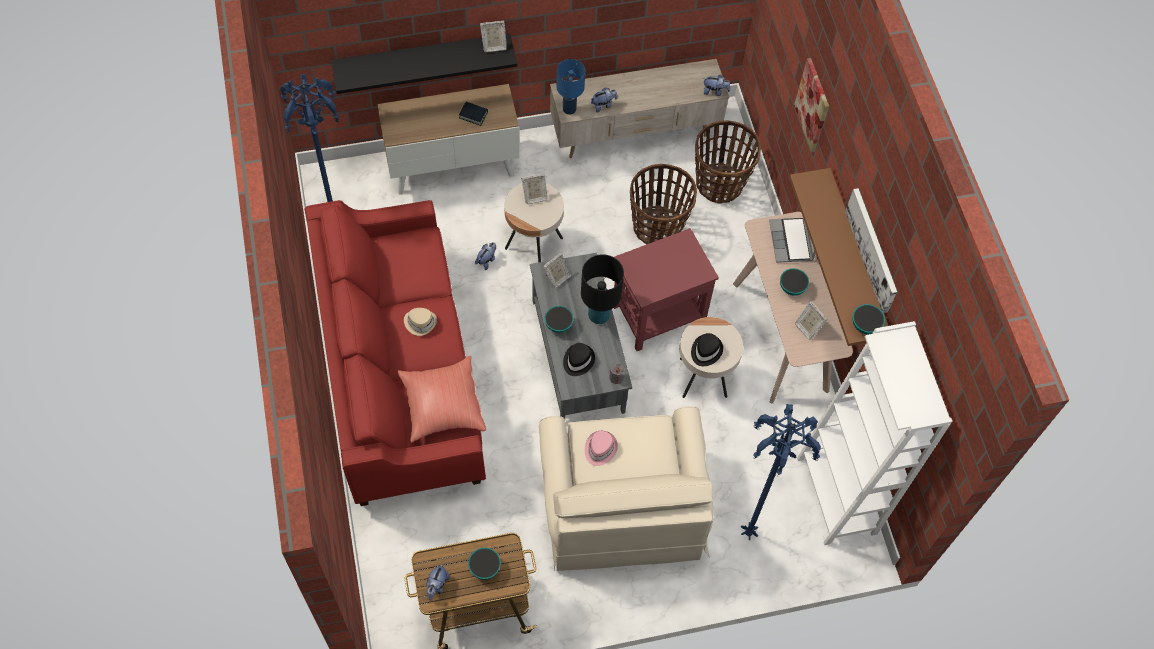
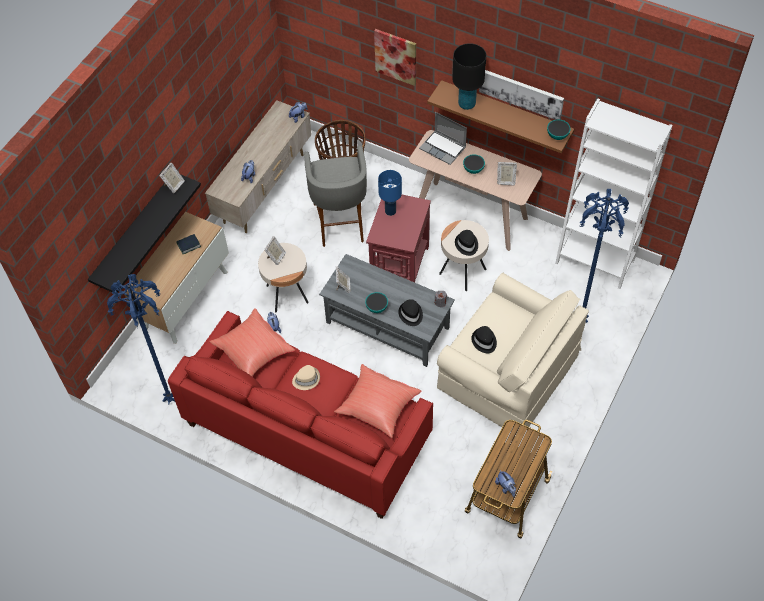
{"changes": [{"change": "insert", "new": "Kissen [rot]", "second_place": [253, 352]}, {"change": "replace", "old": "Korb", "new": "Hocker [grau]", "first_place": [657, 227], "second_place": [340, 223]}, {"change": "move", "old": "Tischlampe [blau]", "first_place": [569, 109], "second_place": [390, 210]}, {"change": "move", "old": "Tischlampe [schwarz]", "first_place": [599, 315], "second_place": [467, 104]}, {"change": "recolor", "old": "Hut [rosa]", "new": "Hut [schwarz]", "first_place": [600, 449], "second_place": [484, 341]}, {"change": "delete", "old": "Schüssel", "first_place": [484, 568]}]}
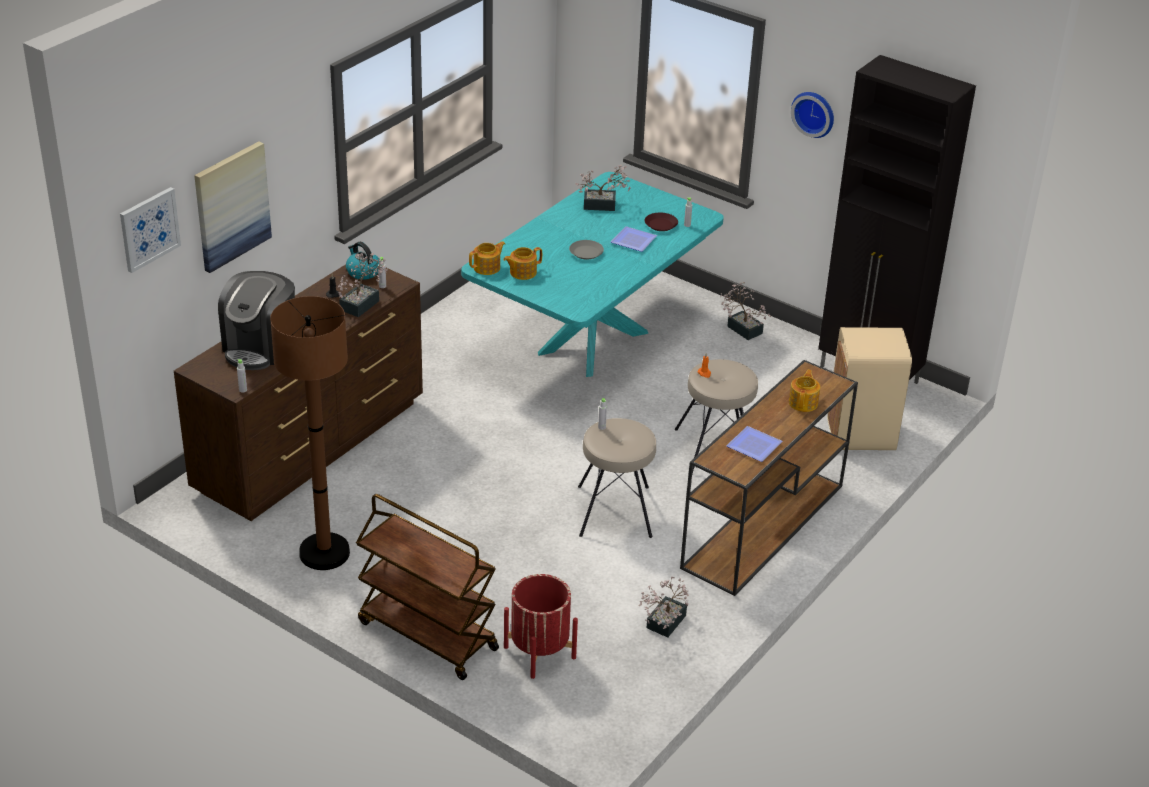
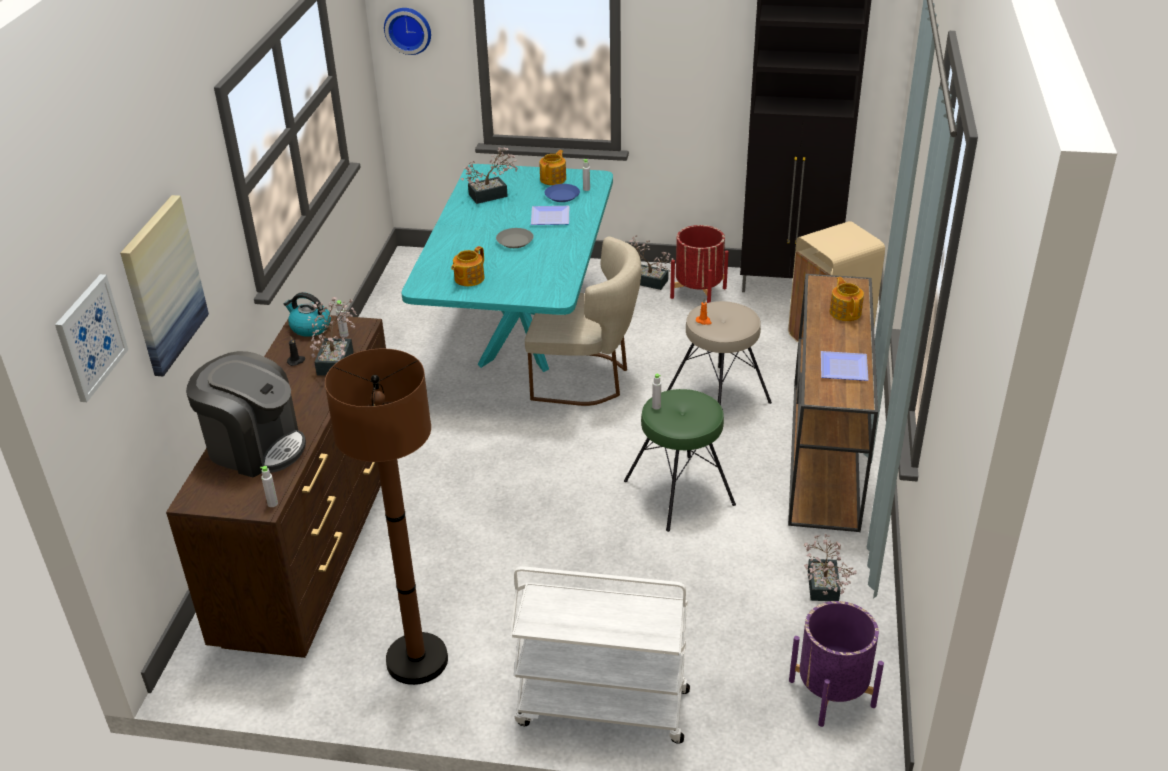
{"changes": [{"change": "rotate", "old": "Kaffeemaschine", "first_place": [260, 347], "second_place": [255, 447], "degrees": -60}, {"change": "move", "old": "Wanduhr", "first_place": [814, 113], "second_place": [408, 29]}, {"change": "recolor", "old": "Rollwagen [braun]", "new": "Rollwagen [weiß]", "first_place": [426, 635], "second_place": [601, 708]}, {"change": "insert", "new": "Stuhl [beige]", "second_place": [586, 379]}, {"change": "move", "old": "Teekanne", "first_place": [487, 268], "second_place": [553, 179]}, {"change": "recolor", "old": "Teller [braun]", "new": "Teller [blau]", "first_place": [660, 224], "second_place": [562, 196]}, {"change": "recolor", "old": "Hocker [beige]", "new": "Hocker [grün]", "first_place": [615, 511], "second_place": [680, 492]}, {"change": "move", "old": "Pflanzkübel [rot]", "first_place": [539, 652], "second_place": [698, 293]}, {"change": "insert", "new": "Pflanzkübel [lila]", "second_place": [831, 693]}]}
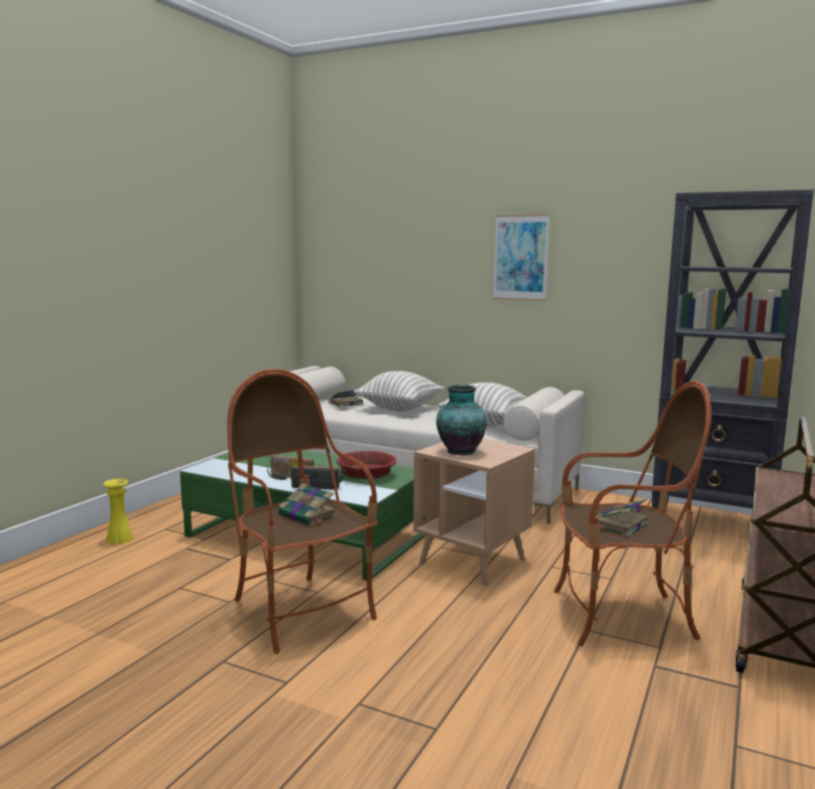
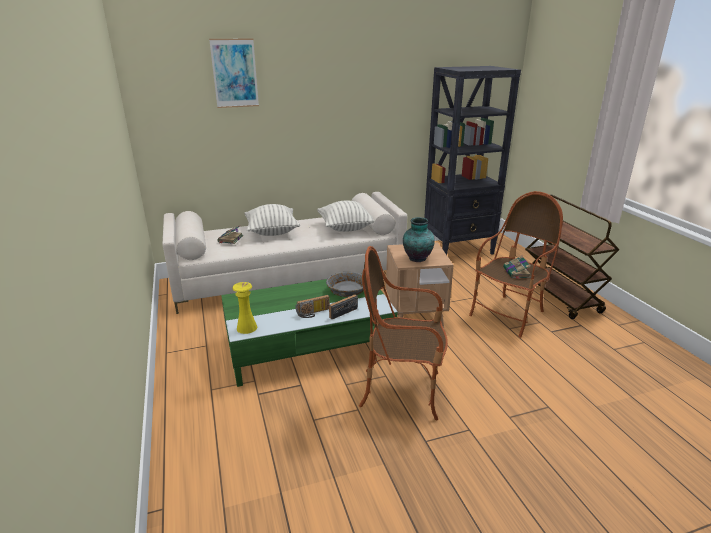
{"changes": [{"change": "move", "old": "Bild", "first_place": [520, 257], "second_place": [234, 73]}, {"change": "move", "old": "Vase [gelb]", "first_place": [119, 538], "second_place": [247, 328]}, {"change": "recolor", "old": "Schüssel [rot]", "new": "Schüssel [grau]", "first_place": [365, 475], "second_place": [347, 291]}, {"change": "delete", "old": "Buch", "first_place": [308, 516]}]}
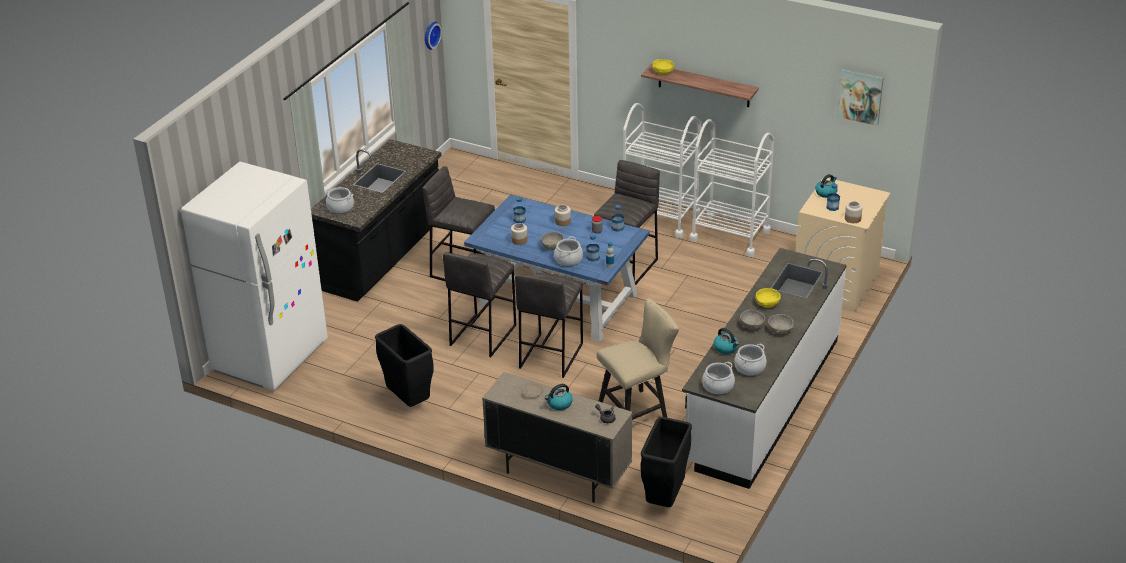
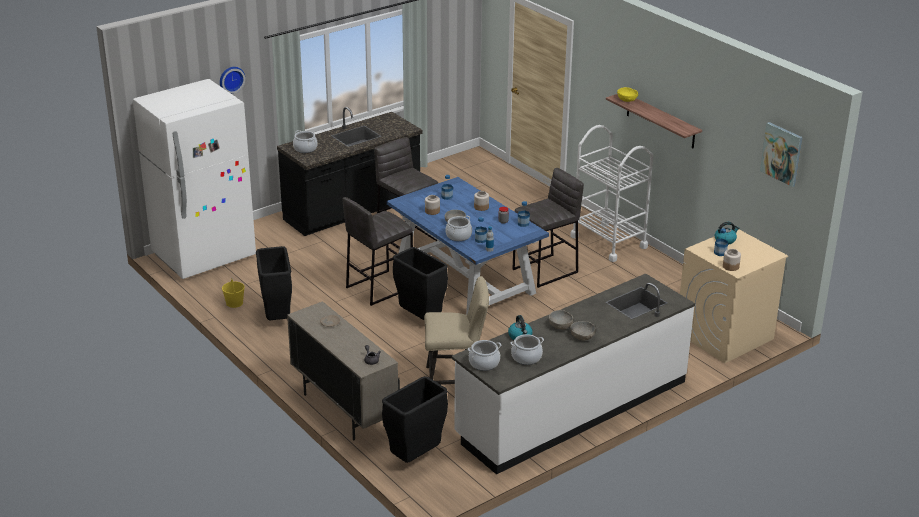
{"changes": [{"change": "move", "old": "Wanduhr", "first_place": [430, 35], "second_place": [231, 79]}, {"change": "insert", "new": "Eimer [gelb]", "second_place": [234, 303]}, {"change": "replace", "old": "Hocker [grau]", "new": "Mülleimer [schwarz]", "first_place": [550, 356], "second_place": [420, 319]}, {"change": "delete", "old": "Wasserkessel", "first_place": [559, 404]}, {"change": "delete", "old": "Rollwagen [weiß]", "first_place": [730, 236]}, {"change": "delete", "old": "Schüssel [gelb]", "first_place": [767, 304]}]}
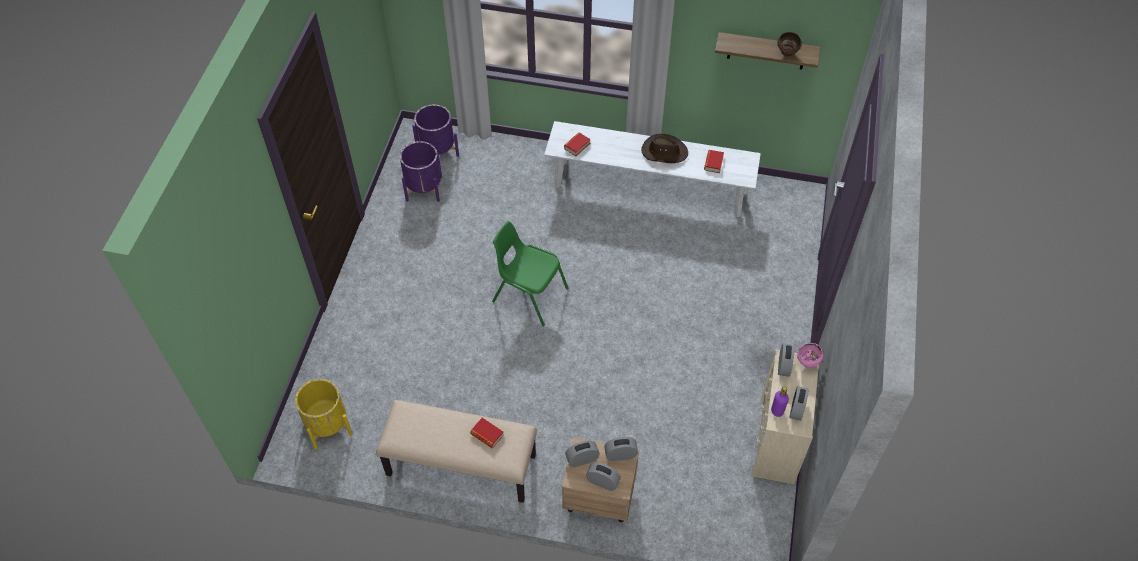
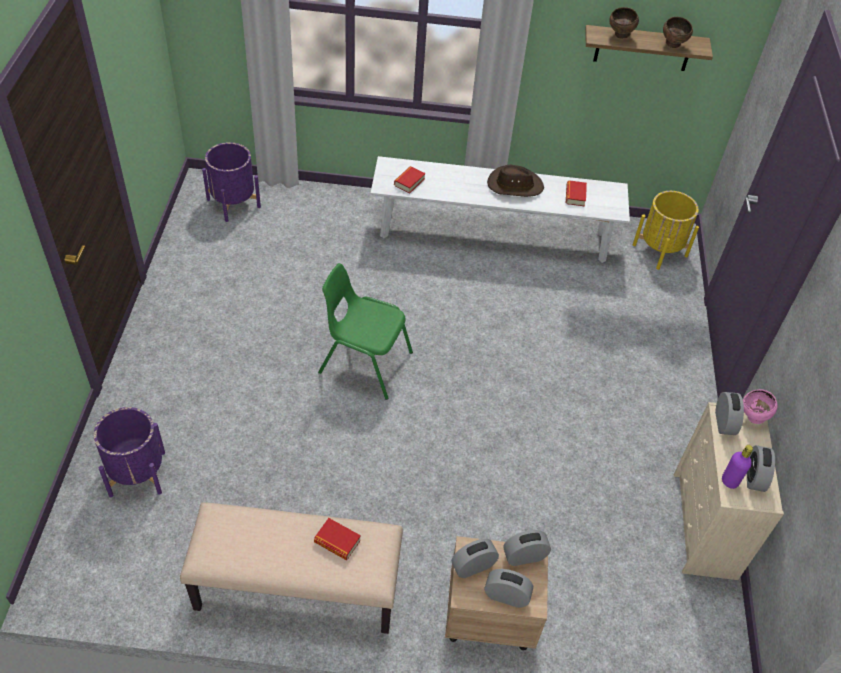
{"changes": [{"change": "move", "old": "Pflanzkübel [lila]", "first_place": [424, 188], "second_place": [137, 473]}, {"change": "insert", "new": "Schüssel [braun]", "second_place": [620, 36]}, {"change": "move", "old": "Pflanzkübel [gelb]", "first_place": [328, 426], "second_place": [660, 250]}]}
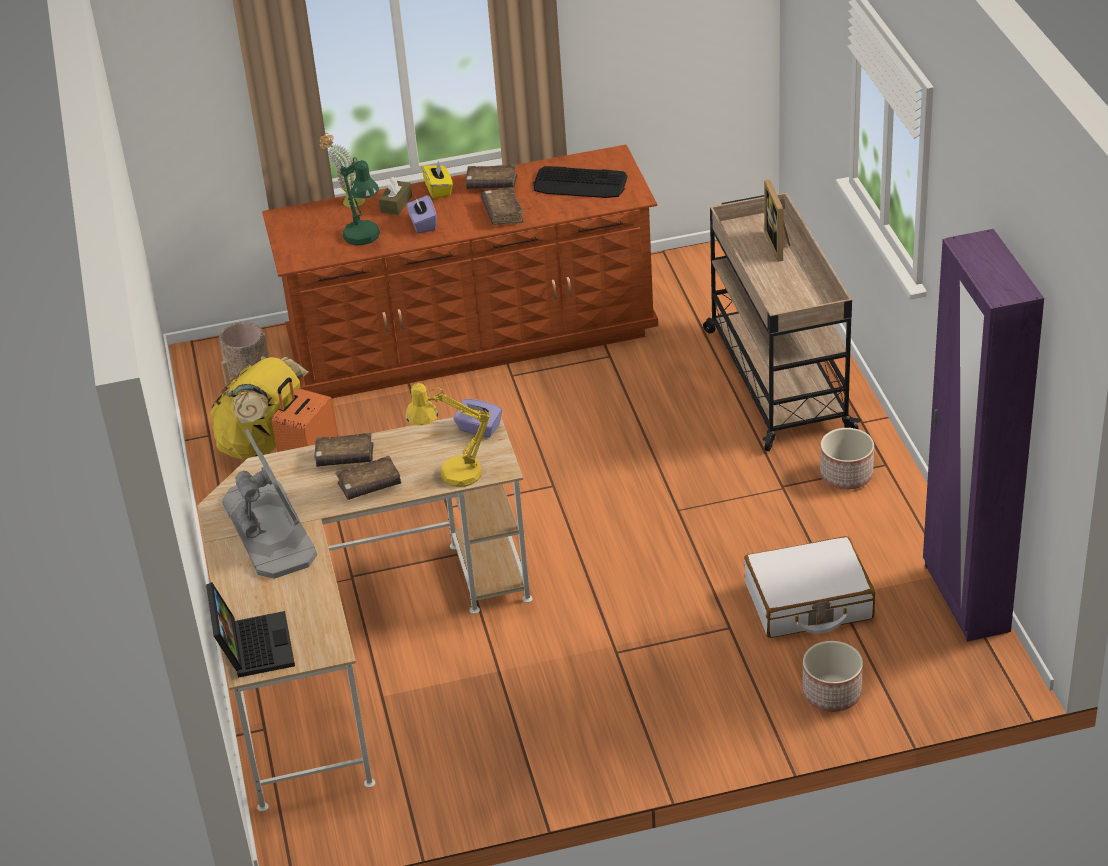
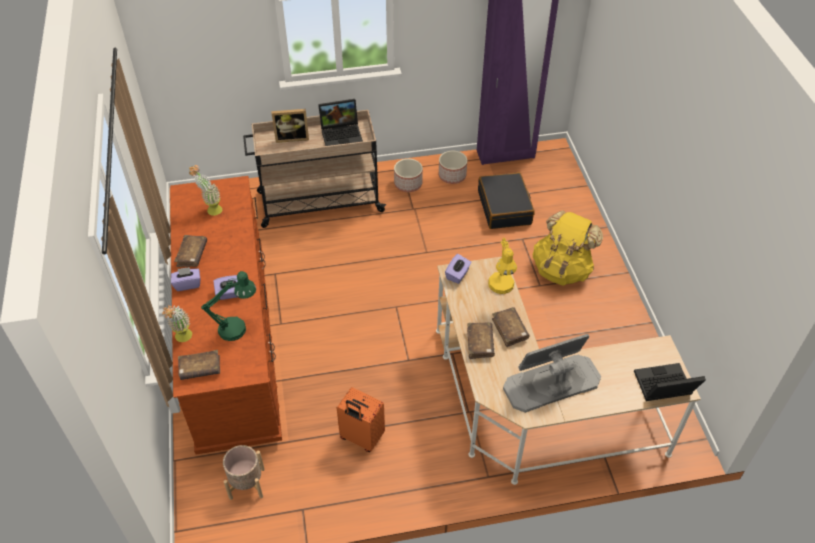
{"changes": [{"change": "recolor", "old": "Taschentuchbox [gelb]", "new": "Taschentuchbox [lila]", "first_place": [438, 190], "second_place": [187, 284]}, {"change": "move", "old": "Buch [braun]", "first_place": [502, 213], "second_place": [200, 369]}, {"change": "replace", "old": "Tastatur", "new": "Topfpflanze", "first_place": [580, 184], "second_place": [211, 209]}, {"change": "insert", "new": "Laptop", "second_place": [342, 134]}, {"change": "move", "old": "Pflanzkübel", "first_place": [831, 694], "second_place": [452, 176]}, {"change": "recolor", "old": "Koffer [weiß]", "new": "Koffer [schwarz]", "first_place": [808, 602], "second_place": [505, 207]}, {"change": "move", "old": "Rucksack [gelb]", "first_place": [264, 444], "second_place": [562, 269]}, {"change": "delete", "old": "Taschentuchbox [braun]", "first_place": [396, 204]}]}
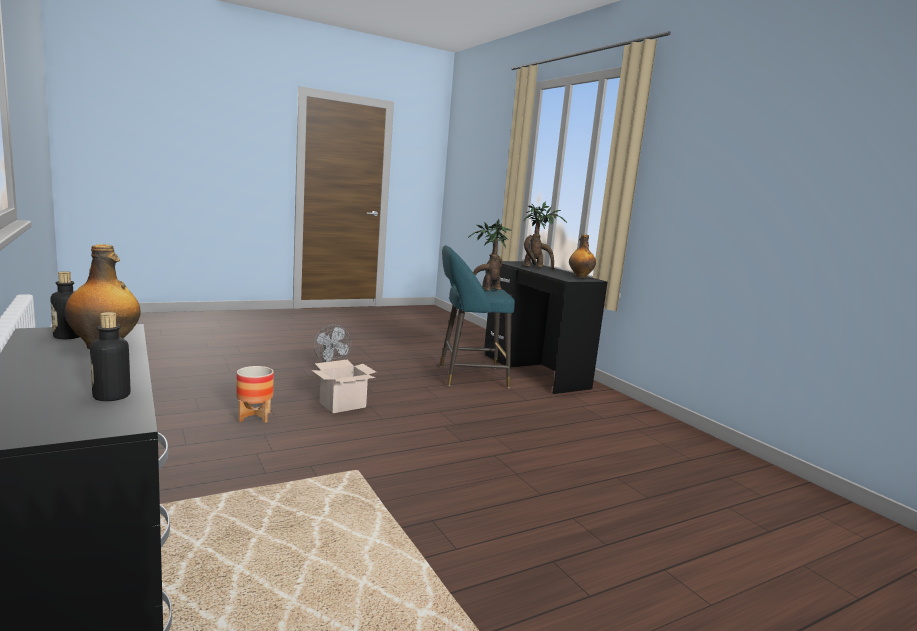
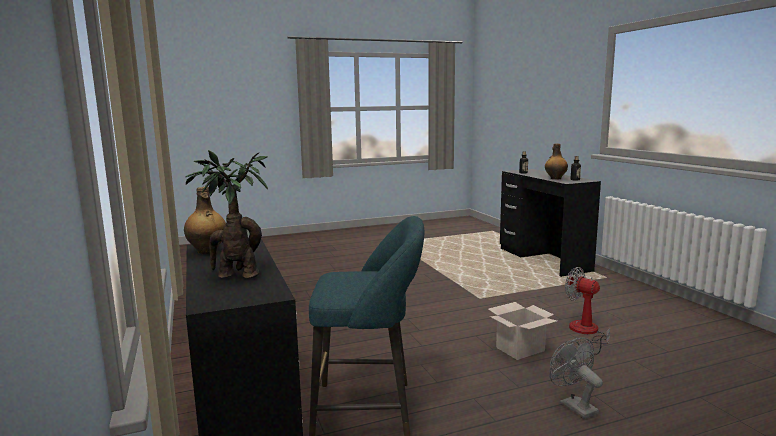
{"changes": [{"change": "replace", "old": "Pflanzkübel", "new": "Ventilator", "first_place": [254, 417], "second_place": [586, 333]}, {"change": "delete", "old": "Topfpflanze", "first_place": [487, 289]}]}
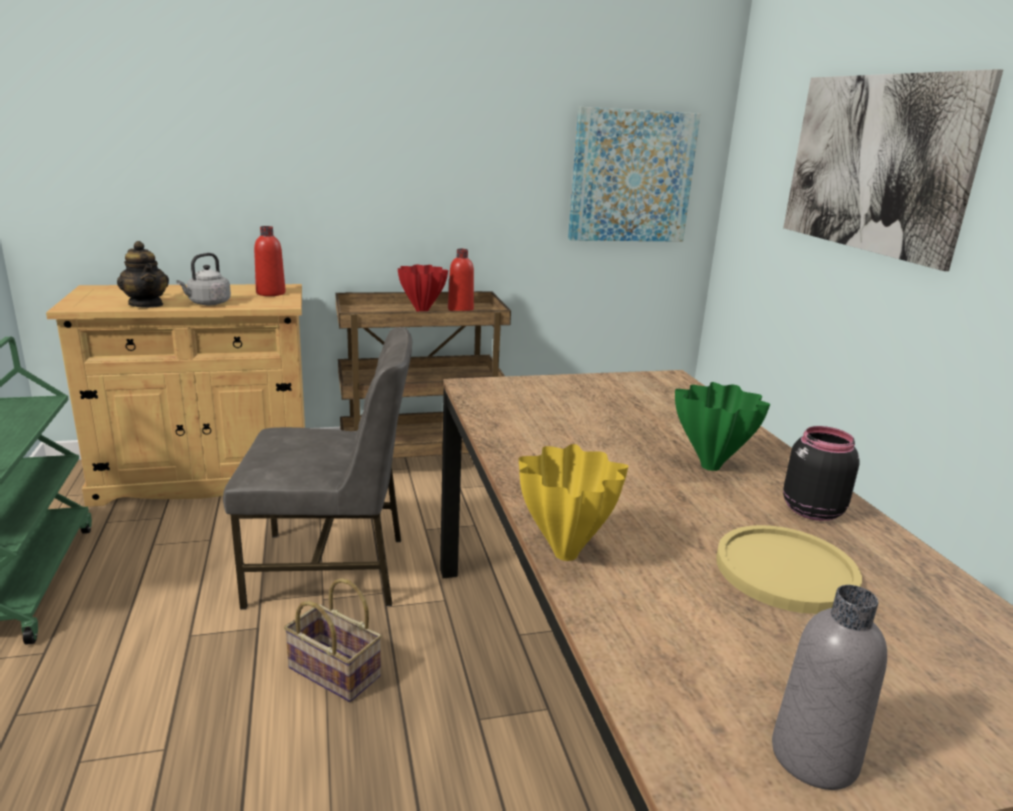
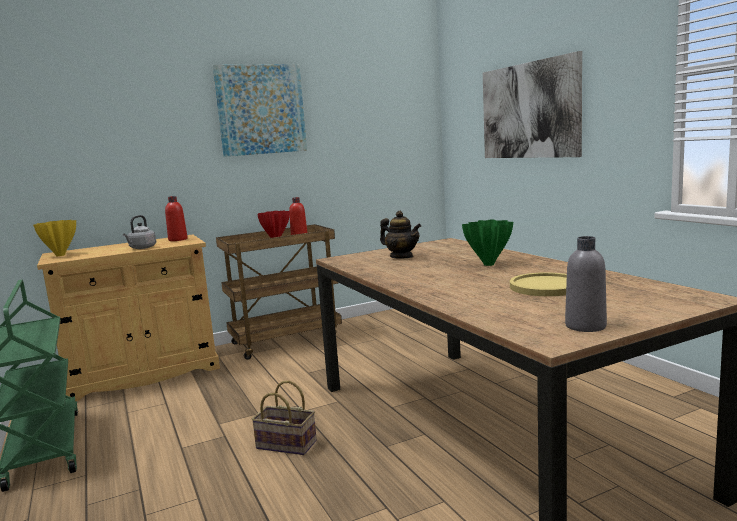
{"changes": [{"change": "move", "old": "Vase [gelb]", "first_place": [566, 553], "second_place": [60, 255]}, {"change": "move", "old": "Bild", "first_place": [631, 176], "second_place": [261, 110]}, {"change": "move", "old": "Teekanne", "first_place": [146, 304], "second_place": [401, 257]}, {"change": "delete", "old": "Stuhl [grau]", "first_place": [331, 570]}, {"change": "delete", "old": "Vorratsglas [schwarz]", "first_place": [810, 510]}]}
